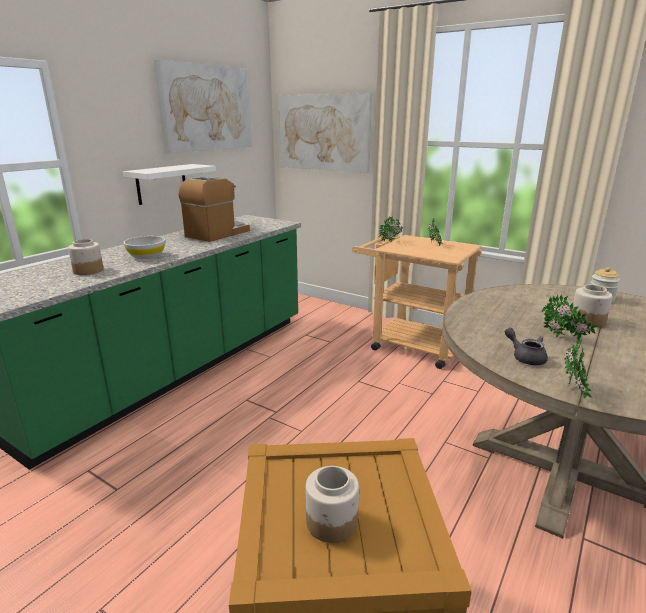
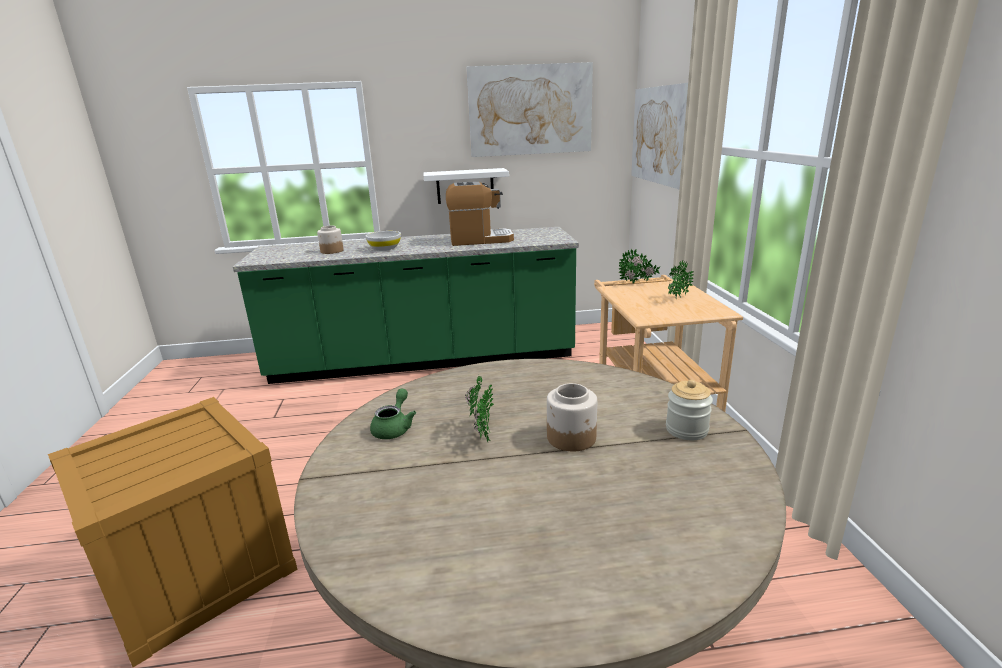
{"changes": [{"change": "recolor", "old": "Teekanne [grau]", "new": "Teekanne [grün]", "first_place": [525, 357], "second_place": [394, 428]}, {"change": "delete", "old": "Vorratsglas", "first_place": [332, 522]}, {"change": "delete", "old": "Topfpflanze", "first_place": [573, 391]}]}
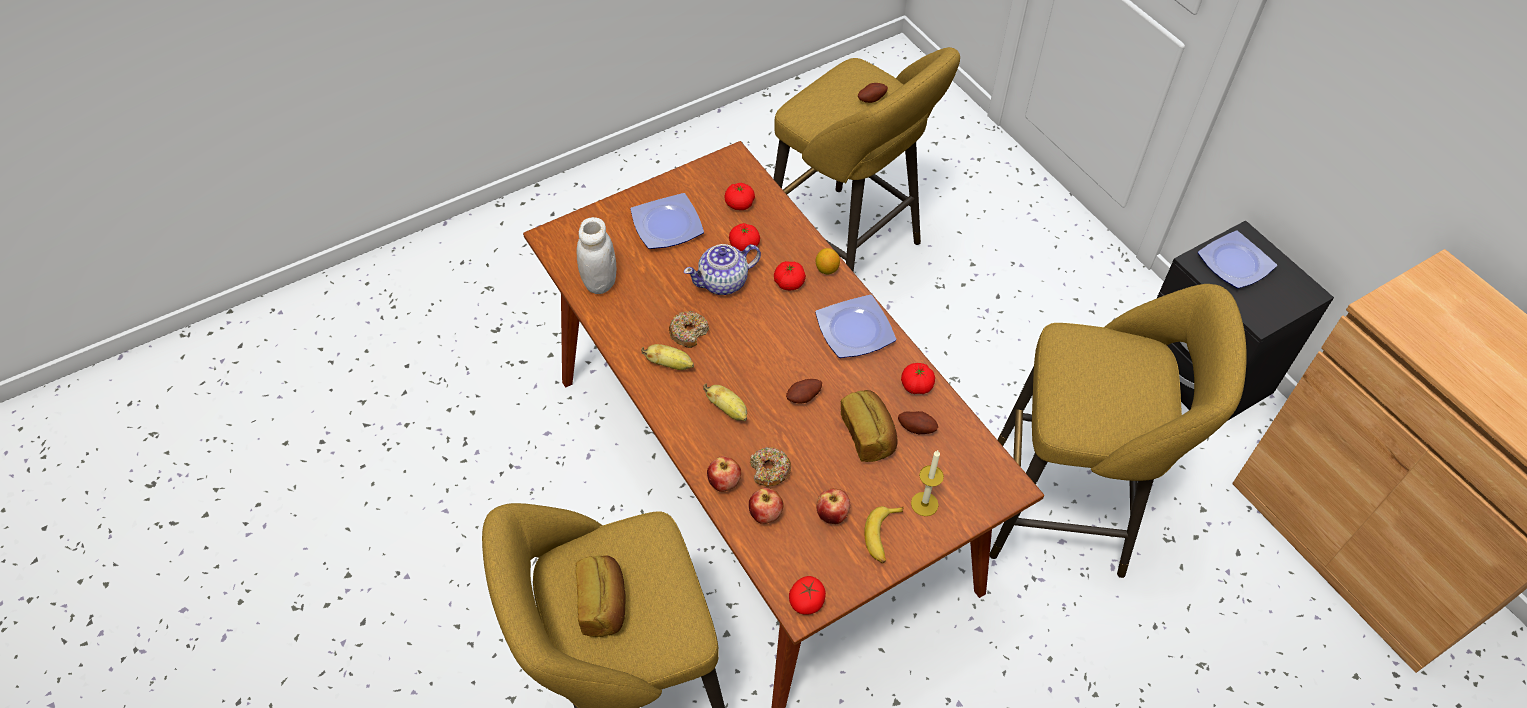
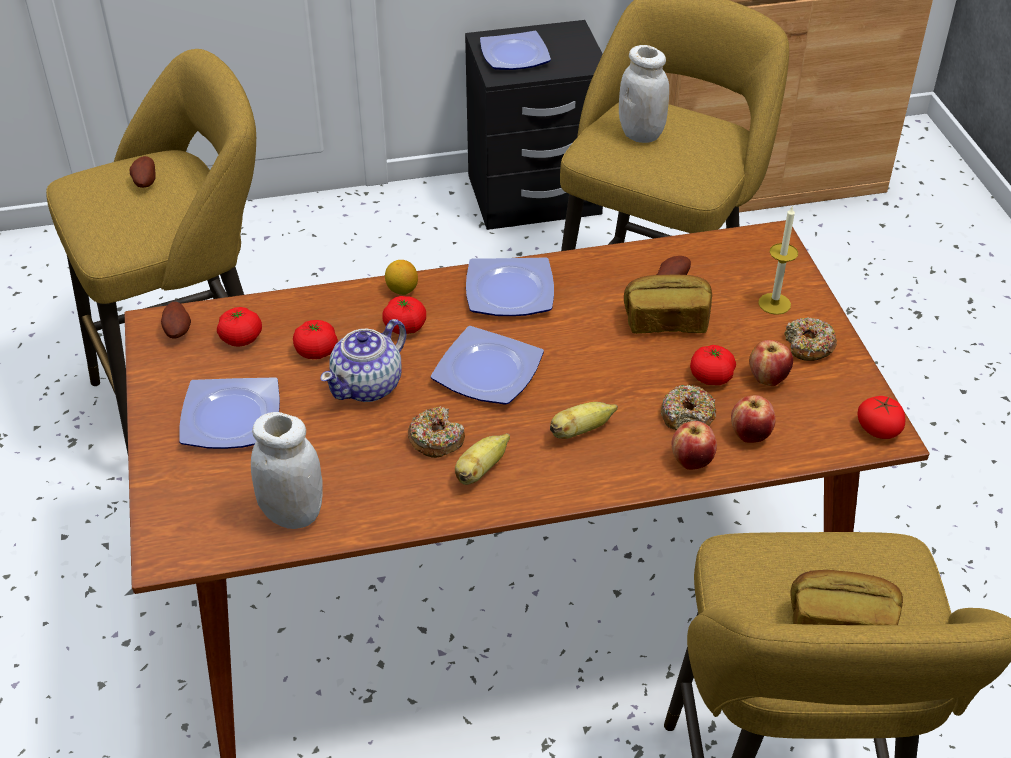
{"changes": [{"change": "move", "old": "Kartoffel", "first_place": [804, 397], "second_place": [178, 331]}, {"change": "rotate", "old": "Teekanne", "first_place": [724, 282], "second_place": [368, 385], "degrees": 45}, {"change": "insert", "new": "Teller", "second_place": [487, 370]}, {"change": "insert", "new": "Vorratsglas [weiß]", "second_place": [641, 134]}, {"change": "move", "old": "Tomate", "first_place": [916, 385], "second_place": [711, 377]}, {"change": "replace", "old": "Banane", "new": "Donut", "first_place": [883, 537], "second_place": [808, 346]}]}
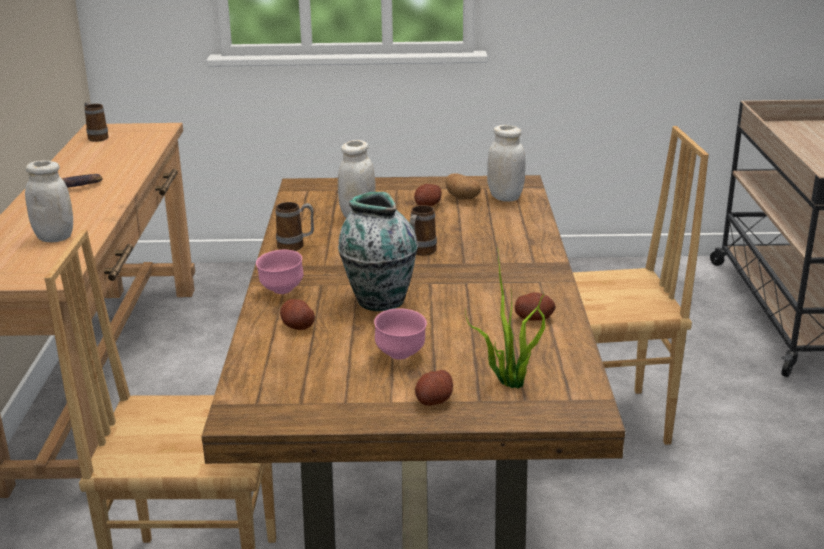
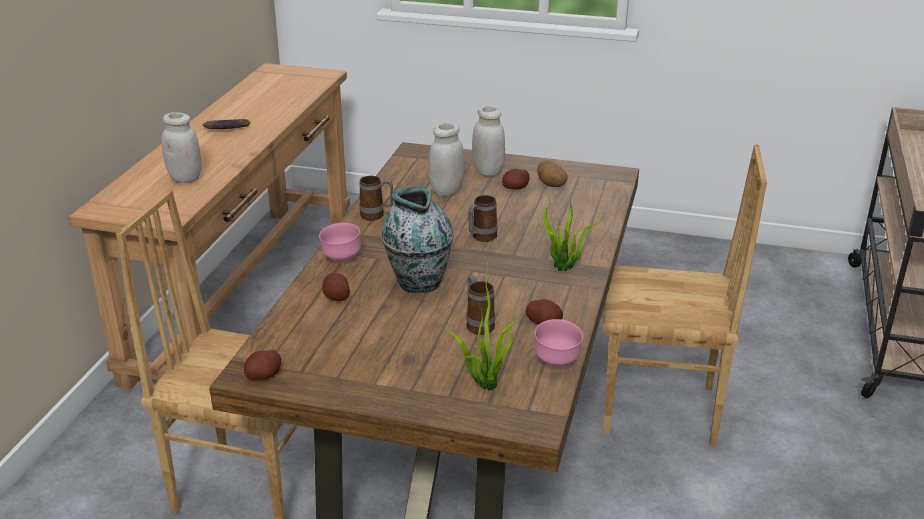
{"changes": [{"change": "move", "old": "Kartoffel", "first_place": [434, 401], "second_place": [264, 375]}, {"change": "move", "old": "Henkelbecher", "first_place": [96, 137], "second_place": [478, 324]}, {"change": "move", "old": "Vorratsglas [weiß]", "first_place": [505, 197], "second_place": [488, 171]}, {"change": "move", "old": "Schüssel [rosa]", "first_place": [401, 356], "second_place": [557, 363]}, {"change": "insert", "new": "Topfpflanze", "second_place": [564, 268]}]}
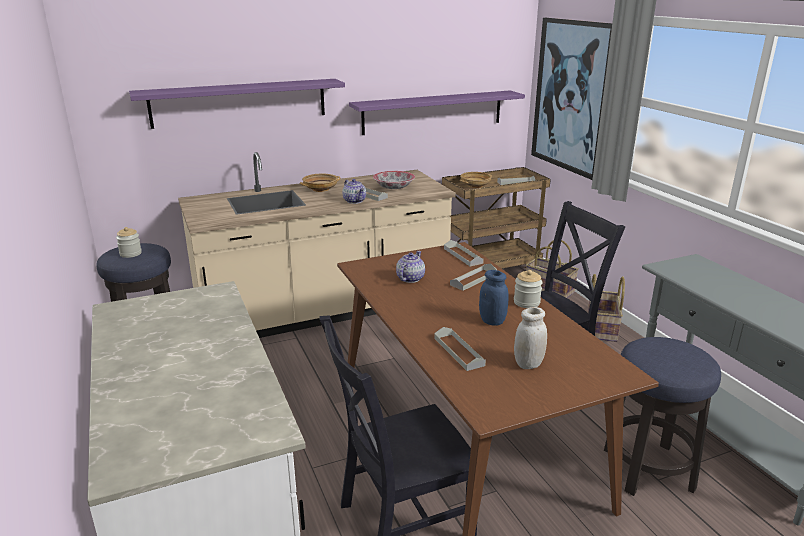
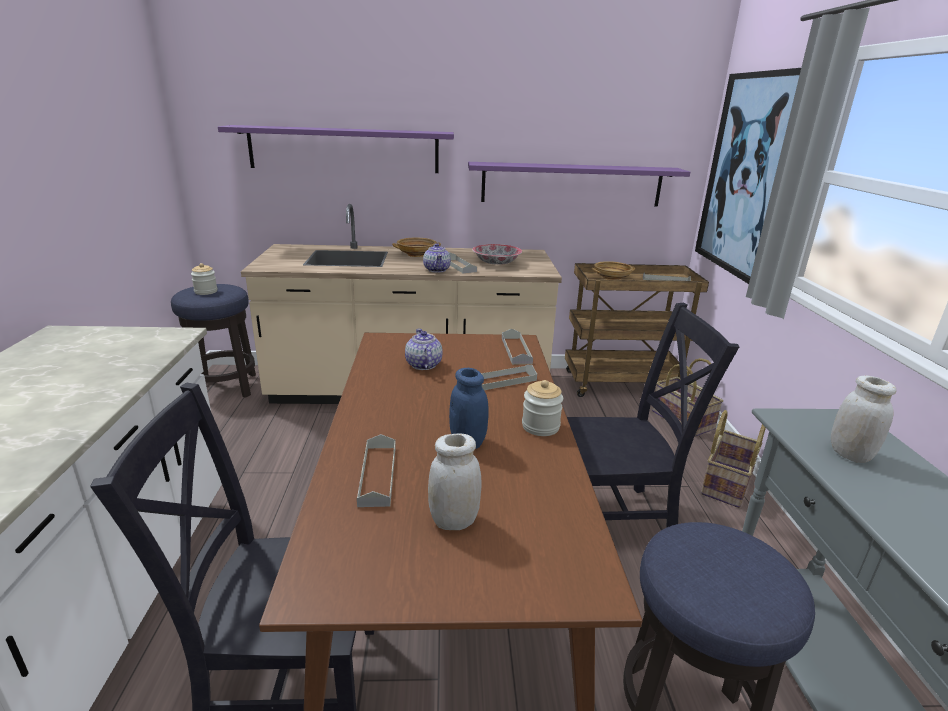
{"changes": [{"change": "rotate", "old": "Teekanne", "first_place": [410, 278], "second_place": [423, 365], "degrees": -60}, {"change": "insert", "new": "Vorratsglas [weiß]", "second_place": [850, 454]}]}
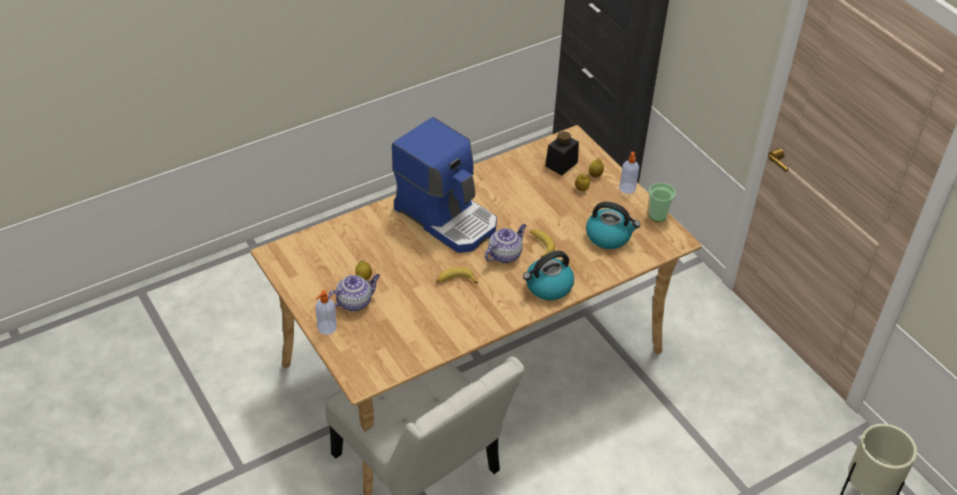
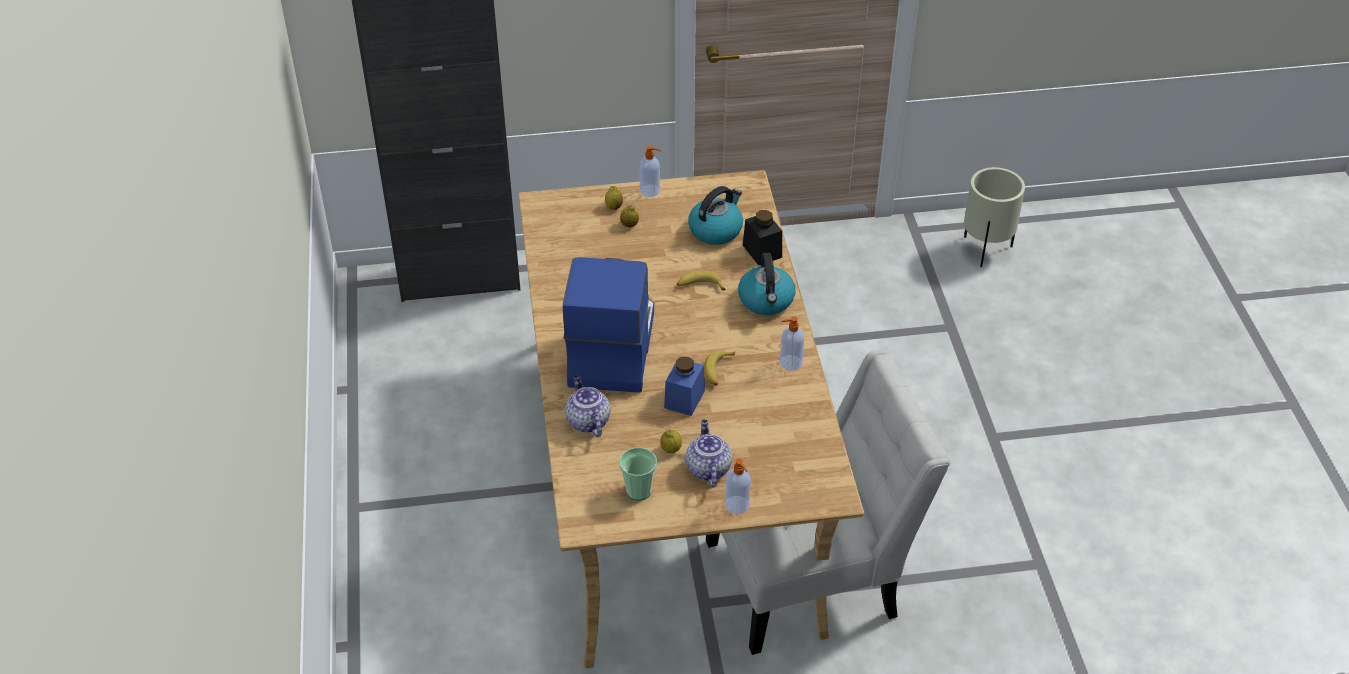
{"changes": [{"change": "rotate", "old": "Kaffeemaschine", "first_place": [447, 217], "second_place": [610, 347], "degrees": -60}, {"change": "move", "old": "Teekanne", "first_place": [505, 254], "second_place": [587, 421]}, {"change": "move", "old": "Tasse", "first_place": [657, 215], "second_place": [638, 491]}, {"change": "insert", "new": "Vorratsglas [blau]", "second_place": [684, 399]}, {"change": "move", "old": "Vorratsglas [schwarz]", "first_place": [561, 164], "second_place": [762, 251]}, {"change": "insert", "new": "Seifenspender", "second_place": [790, 363]}]}
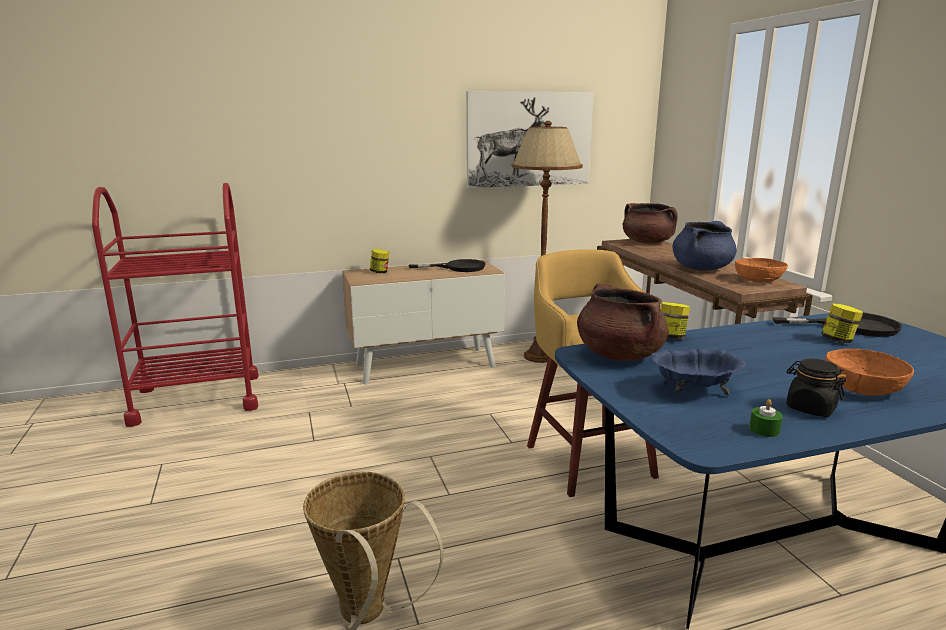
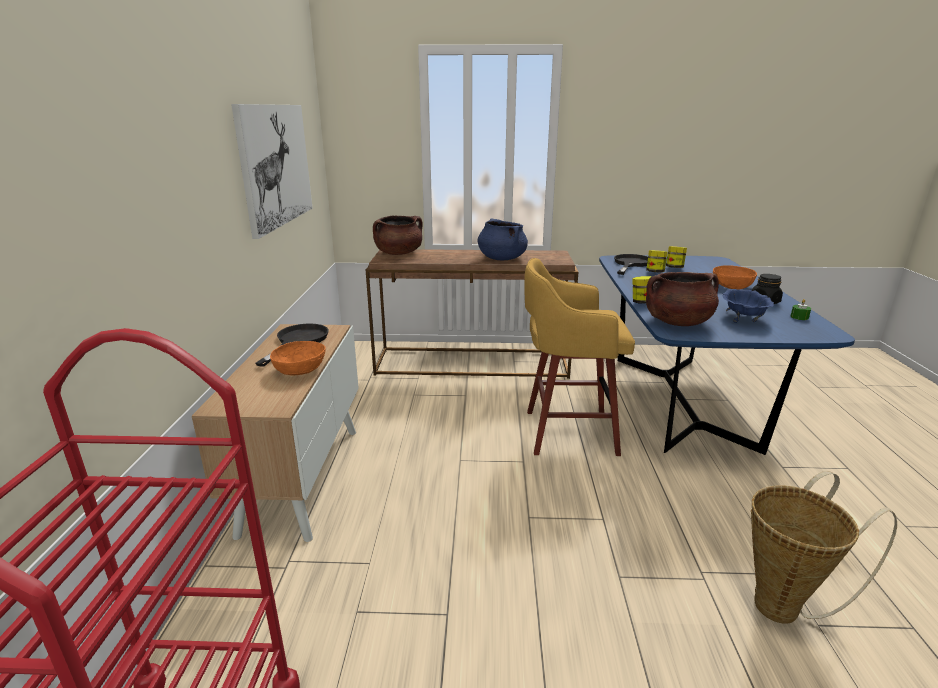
{"changes": [{"change": "move", "old": "Schüssel [orange]", "first_place": [758, 280], "second_place": [300, 370]}, {"change": "move", "old": "Vorratsglas", "first_place": [379, 272], "second_place": [674, 267]}, {"change": "delete", "old": "Stehlampe [braun]", "first_place": [539, 356]}]}
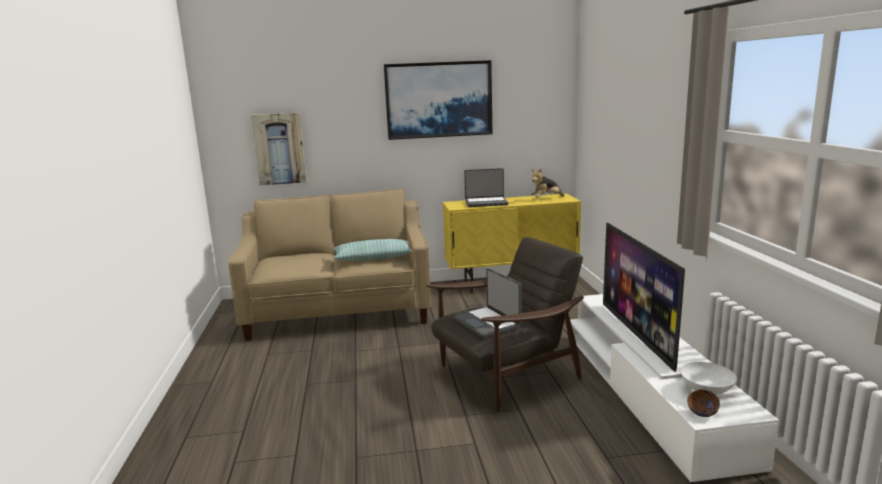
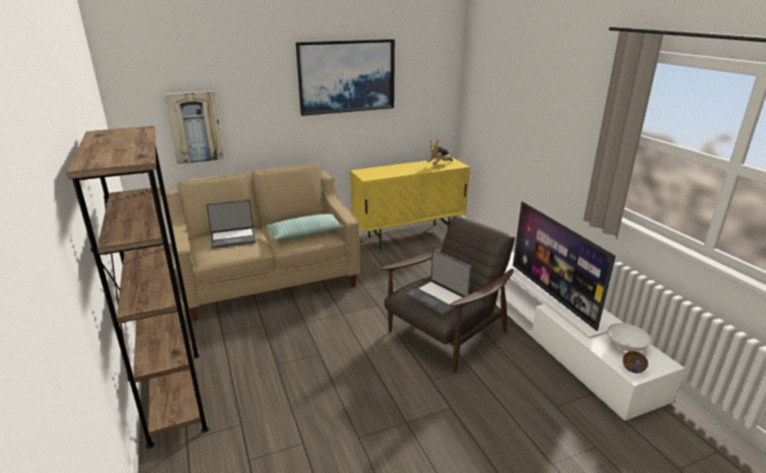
{"changes": [{"change": "insert", "new": "Bücherregal [braun]", "second_place": [175, 396]}, {"change": "move", "old": "Laptop", "first_place": [486, 203], "second_place": [233, 238]}]}
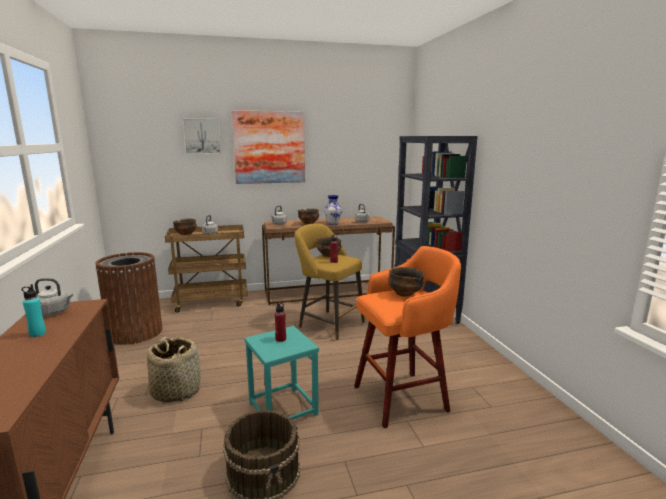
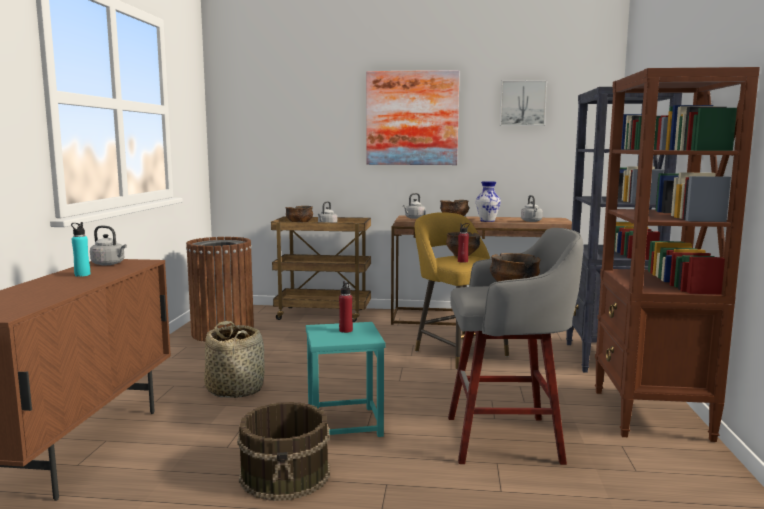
{"changes": [{"change": "recolor", "old": "Hocker [orange]", "new": "Hocker [grau]", "first_place": [403, 398], "second_place": [507, 439]}, {"change": "move", "old": "Bild", "first_place": [202, 136], "second_place": [522, 103]}, {"change": "insert", "new": "Bücherregal [braun]", "second_place": [650, 415]}]}
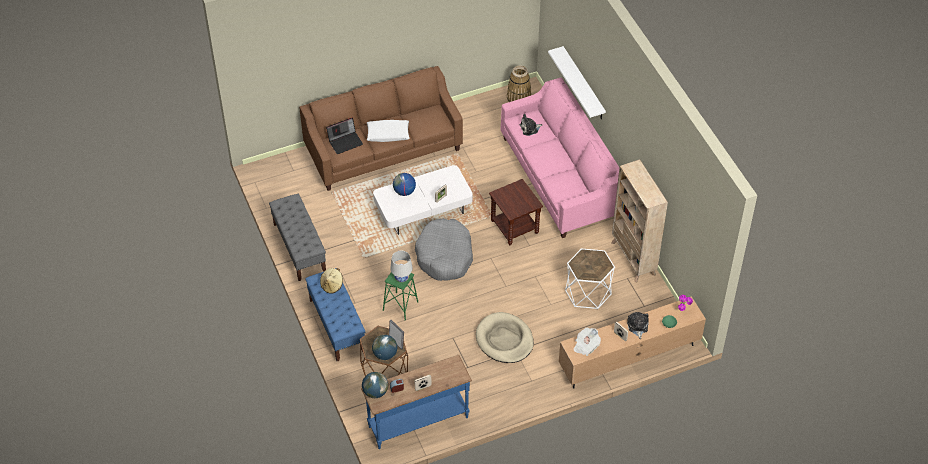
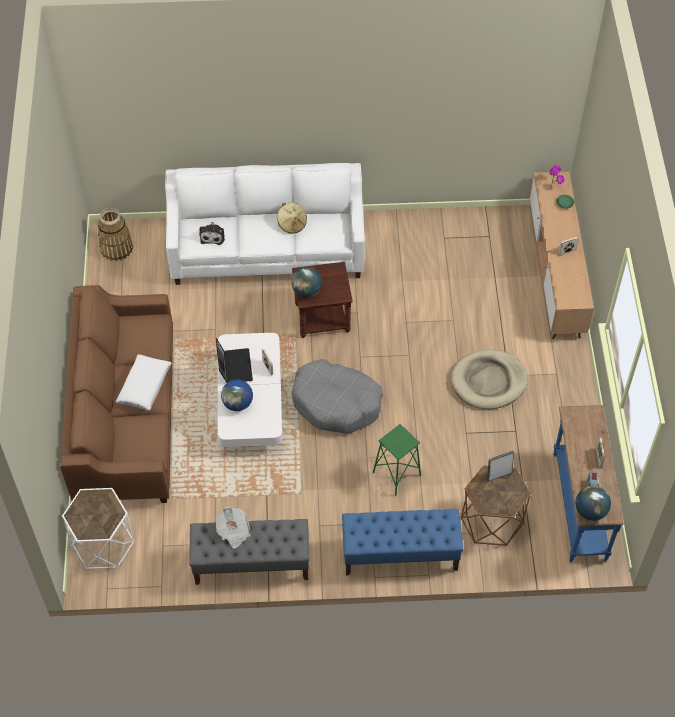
{"changes": [{"change": "move", "old": "Beistelltisch [weiß]", "first_place": [588, 292], "second_place": [103, 543]}, {"change": "recolor", "old": "Sofa [rosa]", "new": "Sofa [weiß]", "first_place": [560, 178], "second_place": [268, 250]}, {"change": "move", "old": "Laptop", "first_place": [345, 141], "second_place": [234, 366]}, {"change": "move", "old": "Zeitung", "first_place": [586, 346], "second_place": [233, 531]}, {"change": "move", "old": "Hut [beige]", "first_place": [332, 285], "second_place": [292, 224]}, {"change": "move", "old": "Globus", "first_place": [385, 354], "second_place": [307, 291]}, {"change": "delete", "old": "Tischlampe [weiß]", "first_place": [402, 278]}, {"change": "delete", "old": "Wandregal [weiß]", "first_place": [583, 84]}, {"change": "delete", "old": "Bücherregal [beige]", "first_place": [633, 259]}, {"change": "delete", "old": "Plüschtier", "first_place": [637, 326]}]}
